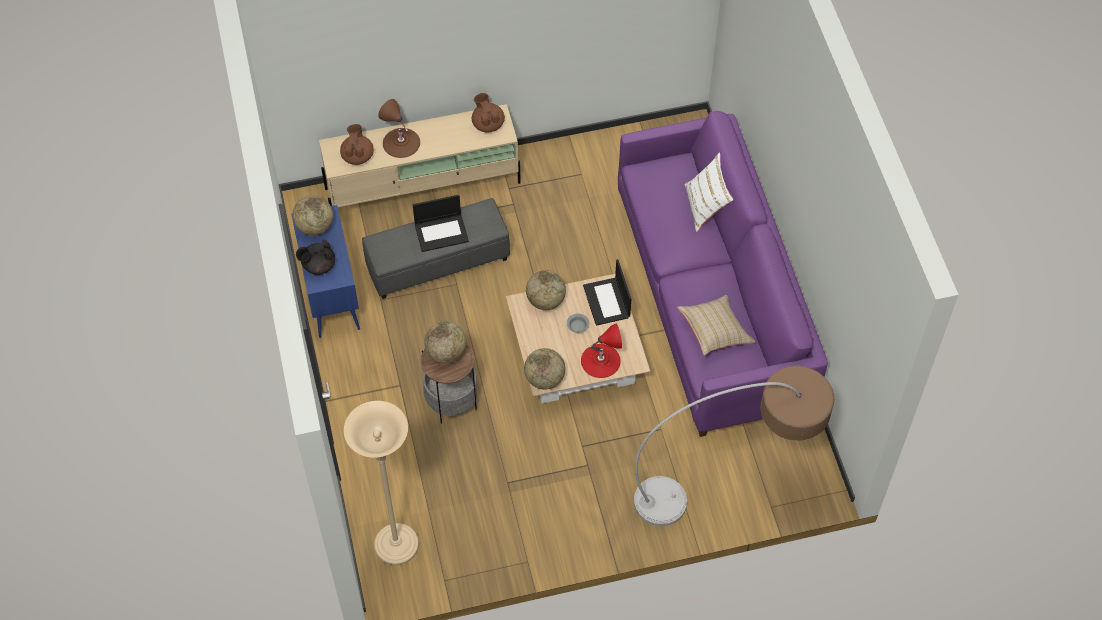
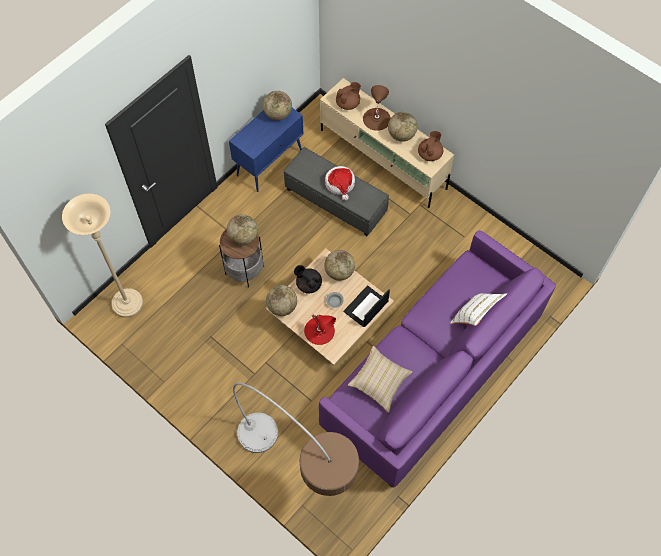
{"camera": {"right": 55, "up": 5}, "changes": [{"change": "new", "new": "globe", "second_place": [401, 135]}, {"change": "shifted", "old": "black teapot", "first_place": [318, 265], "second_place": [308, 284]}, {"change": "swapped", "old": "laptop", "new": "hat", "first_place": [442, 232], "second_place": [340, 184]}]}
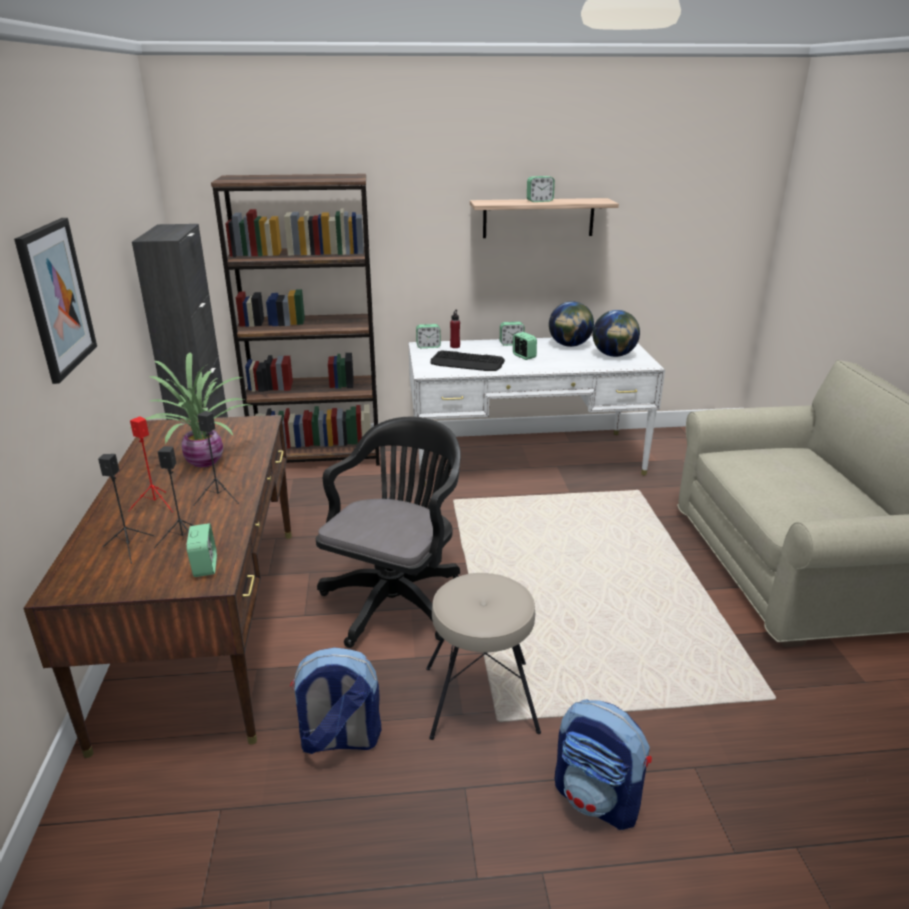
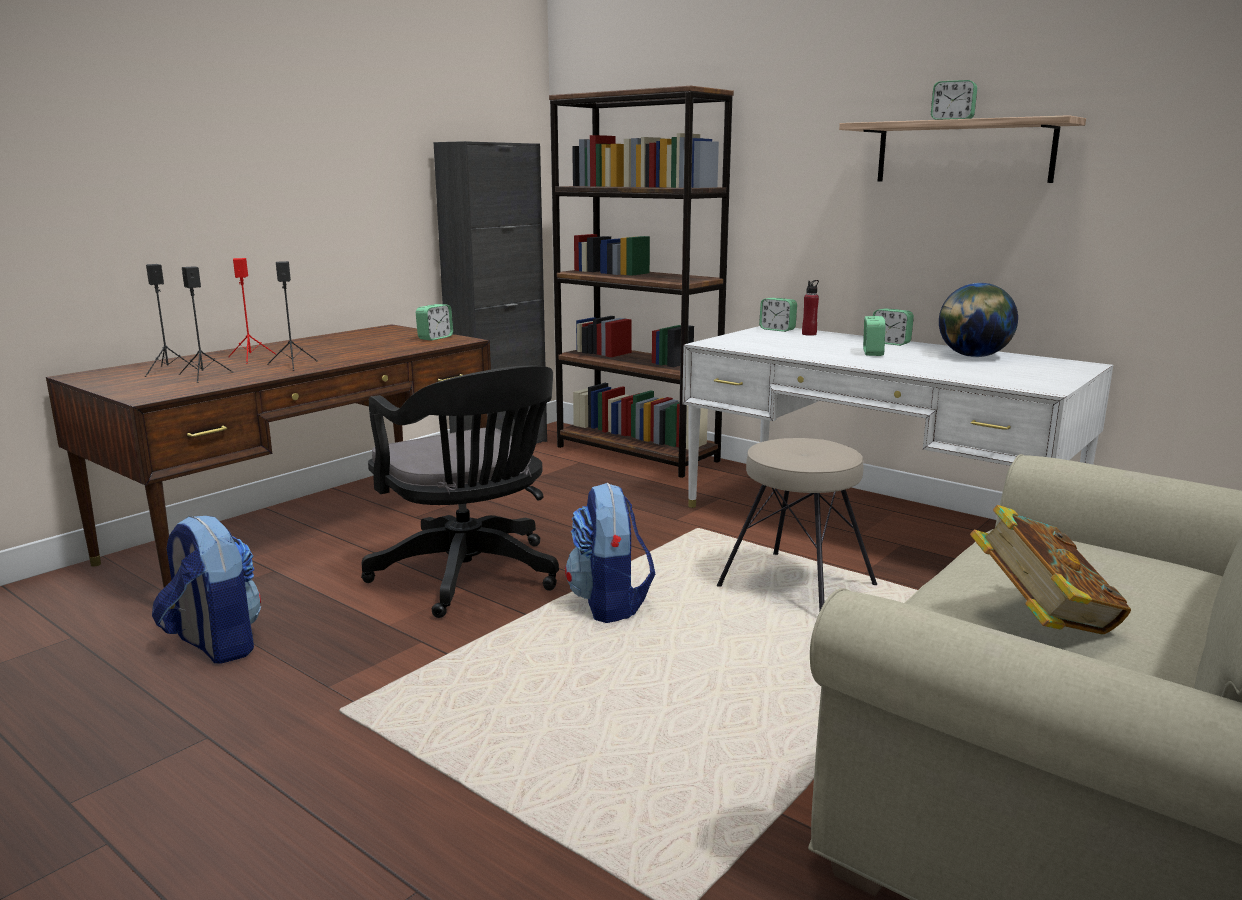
{"camera": {"right": 45, "up": -10}, "changes": [{"change": "gone", "old": "picture", "first_place": [56, 298]}, {"change": "gone", "old": "potted plant", "first_place": [205, 460]}, {"change": "gone", "old": "keyboard", "first_place": [467, 362]}, {"change": "gone", "old": "globe", "first_place": [614, 355]}, {"change": "new", "new": "book", "second_place": [1041, 621]}, {"change": "shifted", "old": "alarm clock", "first_place": [205, 566], "second_place": [435, 338]}, {"change": "shifted", "old": "beige stool", "first_place": [481, 700], "second_place": [796, 587]}, {"change": "shifted", "old": "backpack", "first_place": [598, 799], "second_place": [609, 604]}, {"change": "rotated", "old": "black office chair", "first_place": [396, 599], "second_place": [471, 577], "degrees": 75}]}
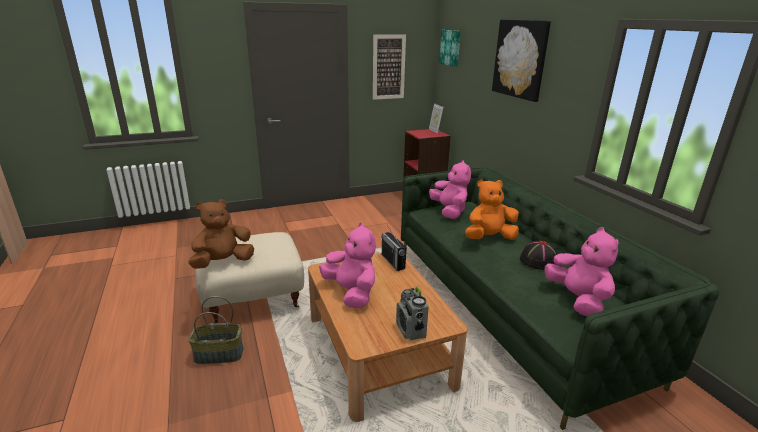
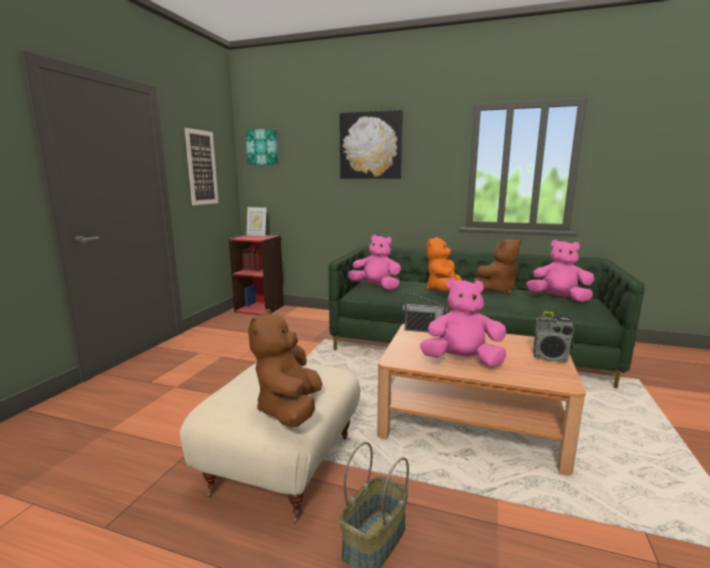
{"camera": {"right": -50, "up": -10}, "changes": [{"change": "swapped", "old": "black hat", "new": "brown plush toy", "first_place": [538, 261], "second_place": [497, 290]}]}
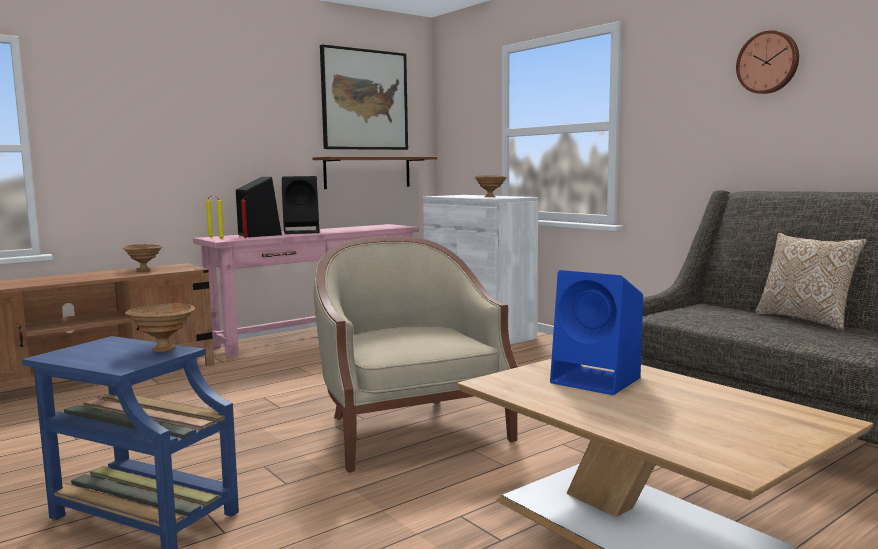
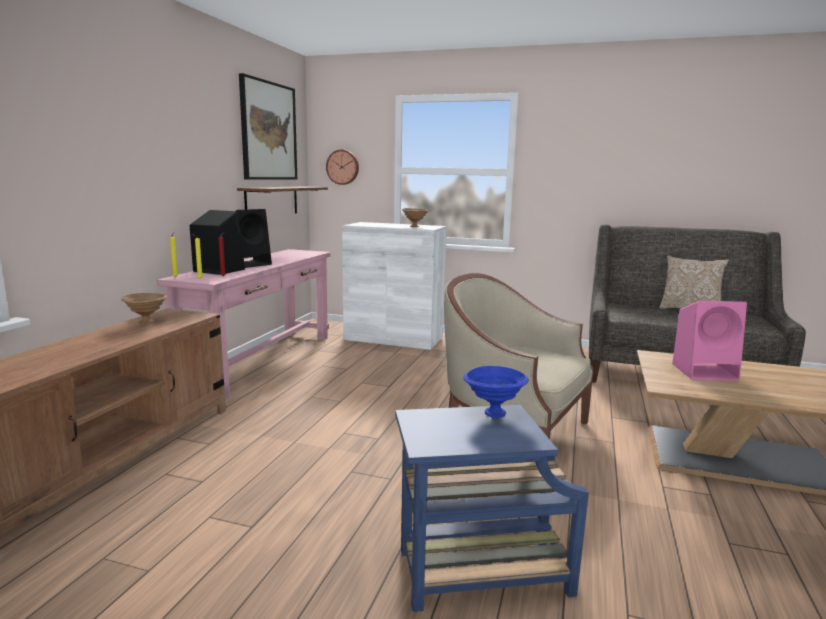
{"camera": {"right": -35, "up": 5}, "changes": [{"change": "shifted", "old": "wall clock", "first_place": [768, 62], "second_place": [343, 167]}, {"change": "repainted", "old": "brown bowl", "new": "blue bowl", "first_place": [162, 349], "second_place": [493, 413]}, {"change": "repainted", "old": "blue speaker", "new": "pink speaker", "first_place": [598, 380], "second_place": [705, 372]}]}
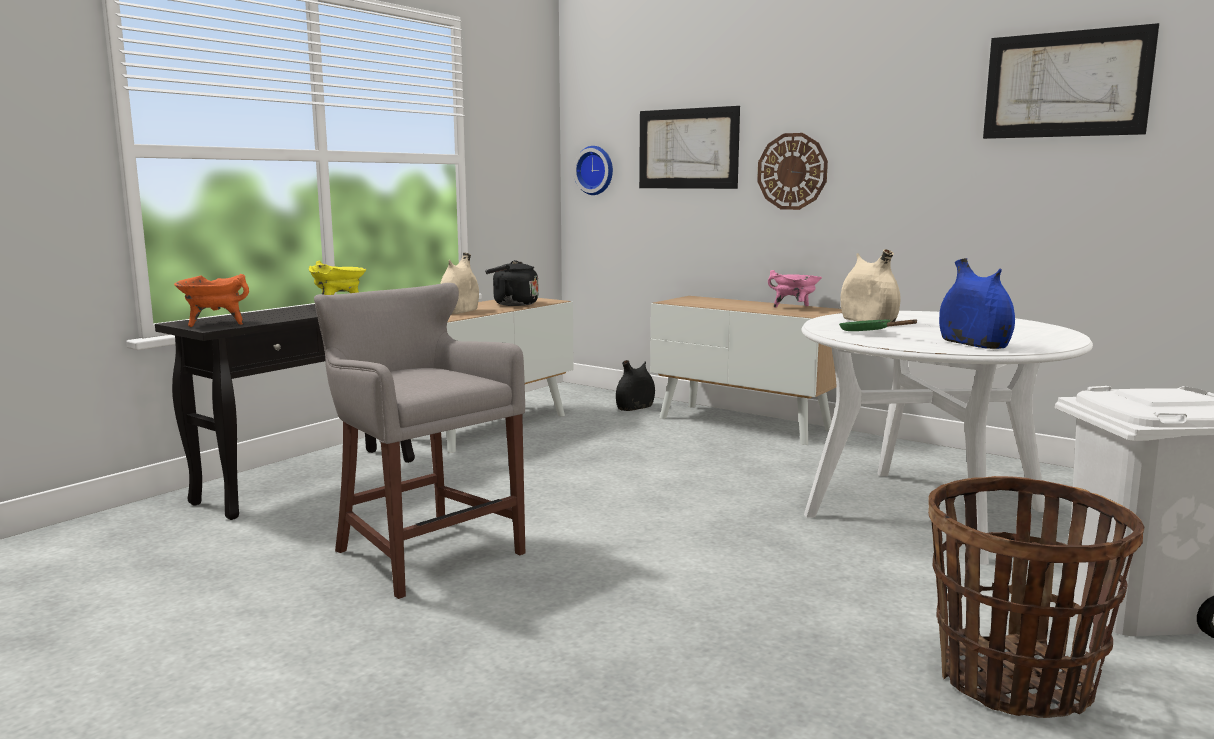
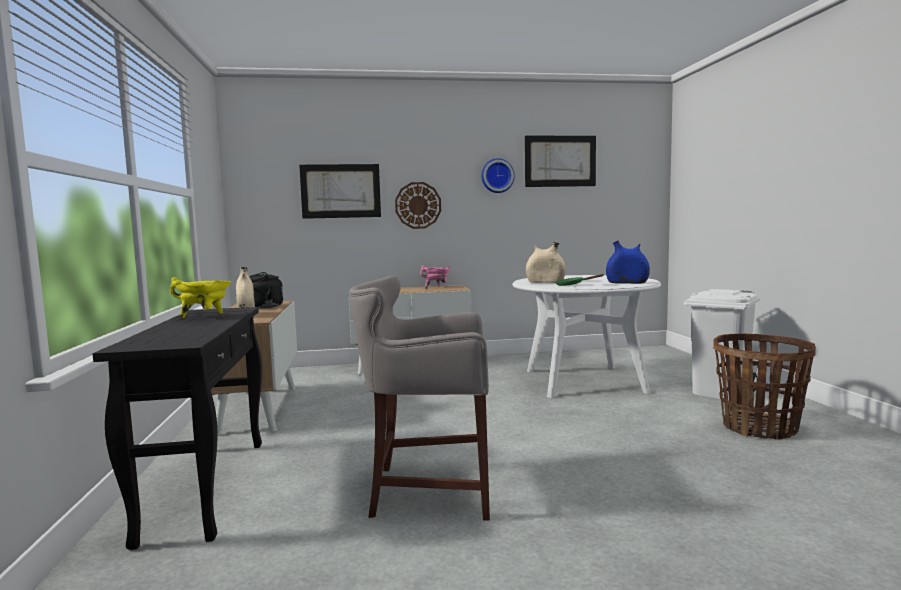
{"camera": {"right": -45, "up": -5}, "changes": [{"change": "gone", "old": "orange cooking pot", "first_place": [215, 324]}, {"change": "gone", "old": "black vase", "first_place": [635, 408]}, {"change": "shifted", "old": "wall clock", "first_place": [595, 170], "second_place": [497, 176]}]}
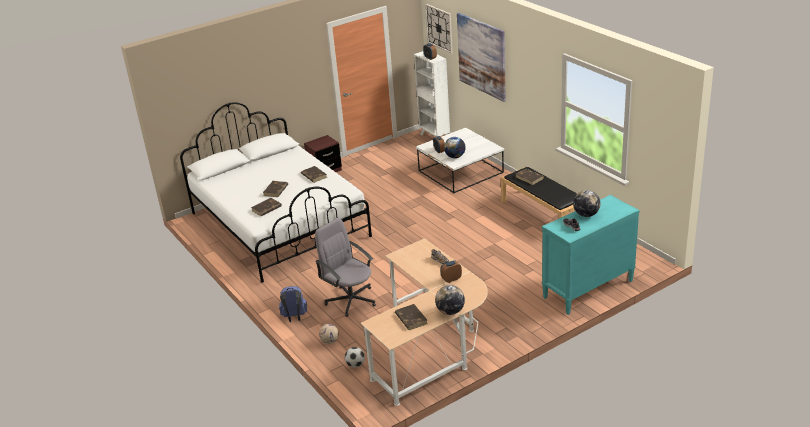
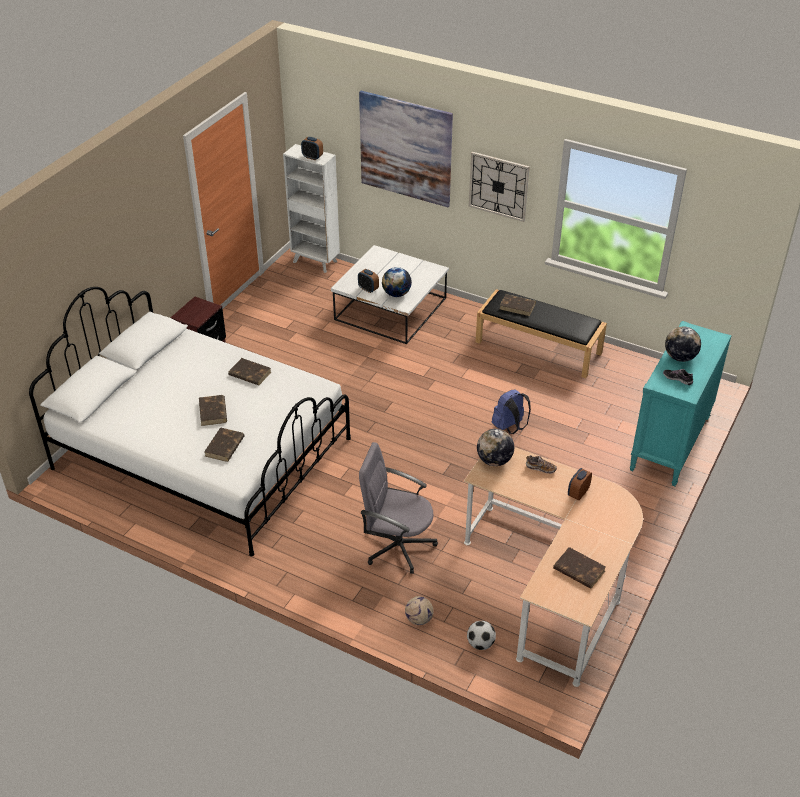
{"camera": {"right": -30, "up": 10}, "changes": [{"change": "shifted", "old": "blue backpack", "first_place": [294, 317], "second_place": [510, 427]}, {"change": "shifted", "old": "wall clock", "first_place": [439, 28], "second_place": [498, 186]}, {"change": "shifted", "old": "globe", "first_place": [450, 311], "second_place": [494, 460]}]}
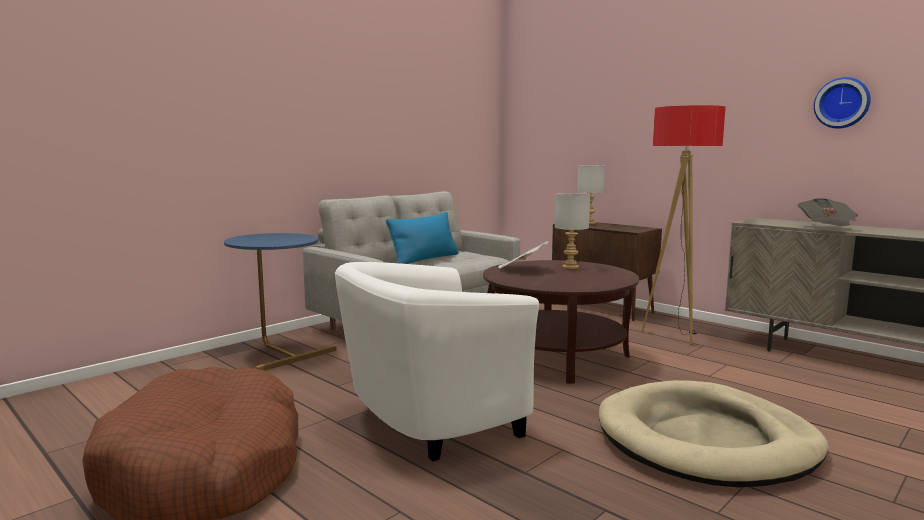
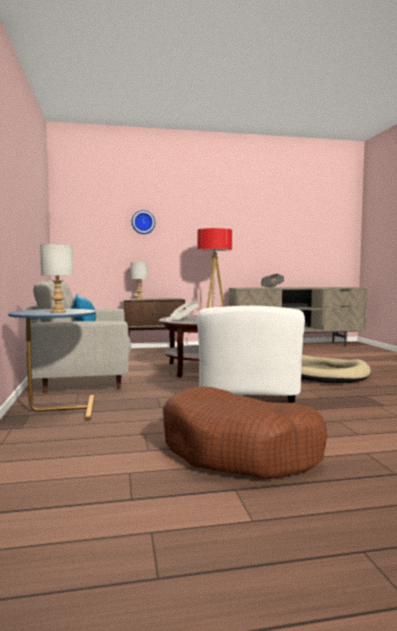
{"camera": {"right": -55, "up": -5}, "changes": [{"change": "shifted", "old": "grey table lamp", "first_place": [570, 267], "second_place": [58, 312]}, {"change": "shifted", "old": "wall clock", "first_place": [842, 103], "second_place": [143, 222]}]}
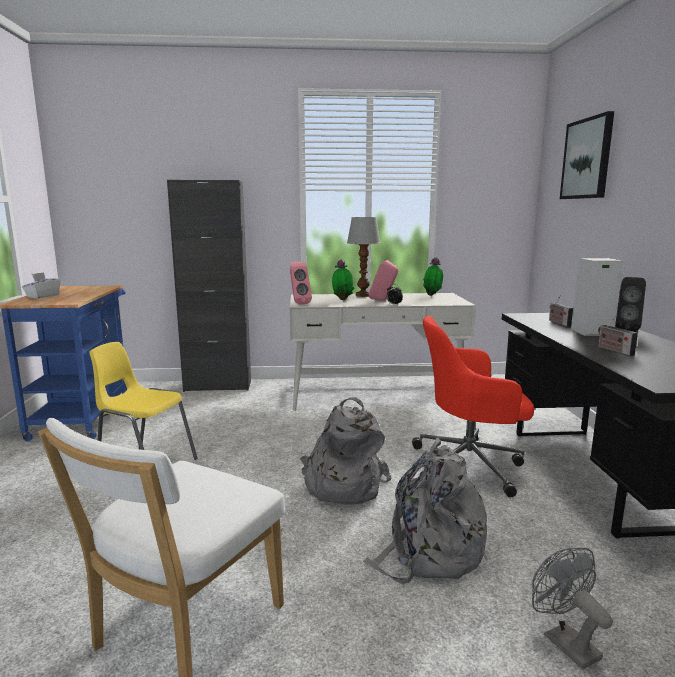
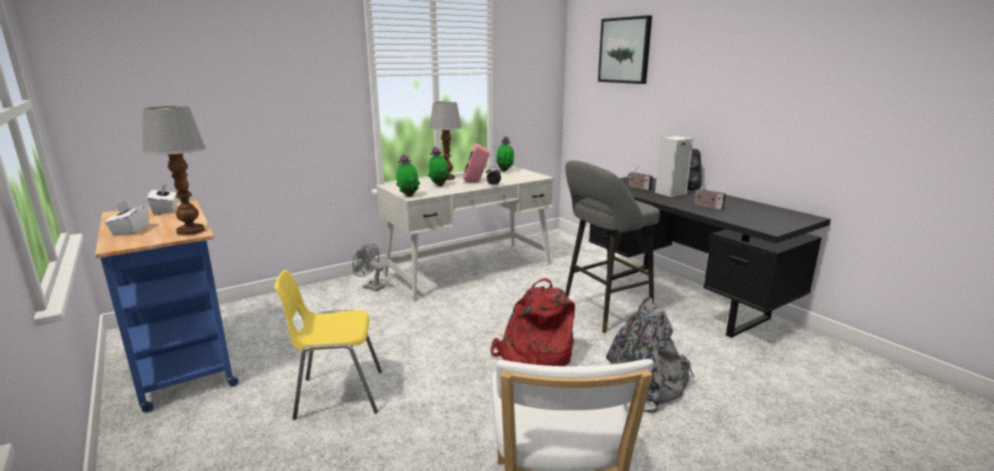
{"camera": {"right": -30, "up": 5}, "changes": [{"change": "gone", "old": "black cabinet", "first_place": [218, 386]}, {"change": "new", "new": "table lamp", "second_place": [191, 231]}, {"change": "new", "new": "white tissue box", "second_place": [166, 210]}, {"change": "shifted", "old": "grey fan", "first_place": [564, 641], "second_place": [371, 287]}, {"change": "swapped", "old": "pink speaker", "new": "potted plant", "first_place": [298, 304], "second_place": [408, 196]}, {"change": "swapped", "old": "red office chair", "new": "grey stool", "first_place": [469, 465], "second_place": [602, 312]}, {"change": "repainted", "old": "grey backpack", "new": "red backpack", "first_place": [342, 485], "second_place": [533, 355]}]}
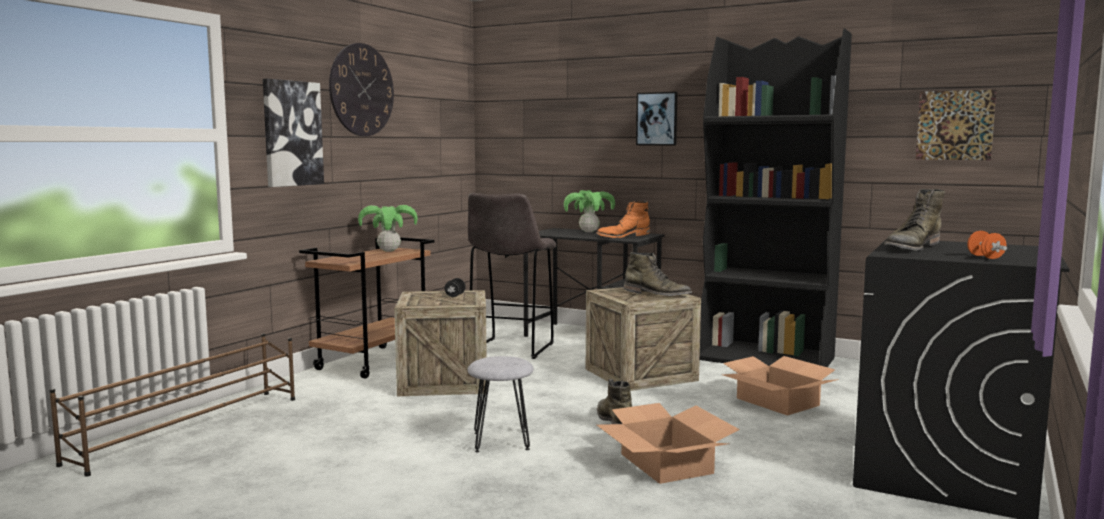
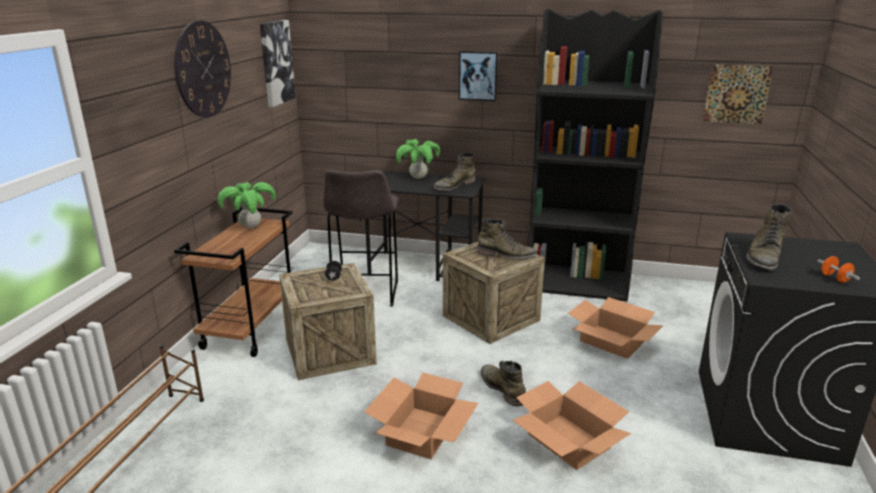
{"camera": {"right": -15, "up": 15}, "changes": [{"change": "shifted", "old": "picture", "first_place": [292, 133], "second_place": [276, 62]}, {"change": "swapped", "old": "grey stool", "new": "cardboard box", "first_place": [501, 441], "second_place": [422, 432]}, {"change": "repainted", "old": "orange boot", "new": "green boot", "first_place": [622, 236], "second_place": [454, 186]}]}
